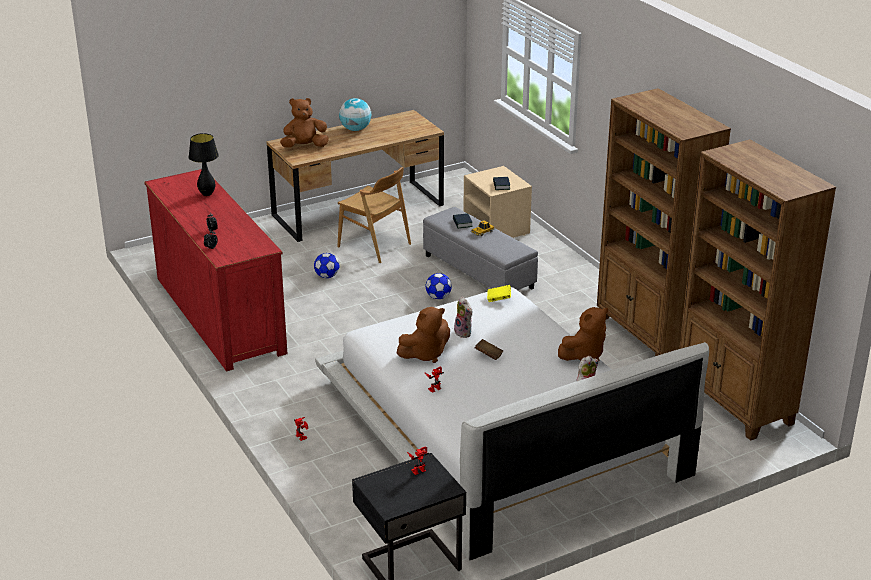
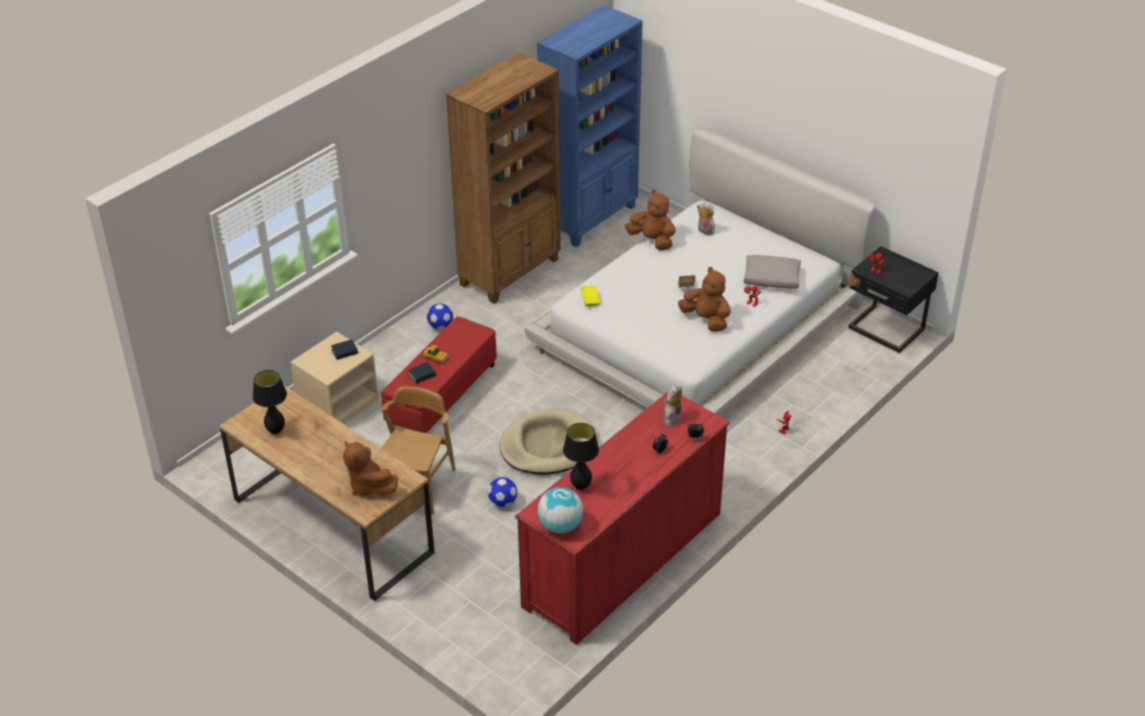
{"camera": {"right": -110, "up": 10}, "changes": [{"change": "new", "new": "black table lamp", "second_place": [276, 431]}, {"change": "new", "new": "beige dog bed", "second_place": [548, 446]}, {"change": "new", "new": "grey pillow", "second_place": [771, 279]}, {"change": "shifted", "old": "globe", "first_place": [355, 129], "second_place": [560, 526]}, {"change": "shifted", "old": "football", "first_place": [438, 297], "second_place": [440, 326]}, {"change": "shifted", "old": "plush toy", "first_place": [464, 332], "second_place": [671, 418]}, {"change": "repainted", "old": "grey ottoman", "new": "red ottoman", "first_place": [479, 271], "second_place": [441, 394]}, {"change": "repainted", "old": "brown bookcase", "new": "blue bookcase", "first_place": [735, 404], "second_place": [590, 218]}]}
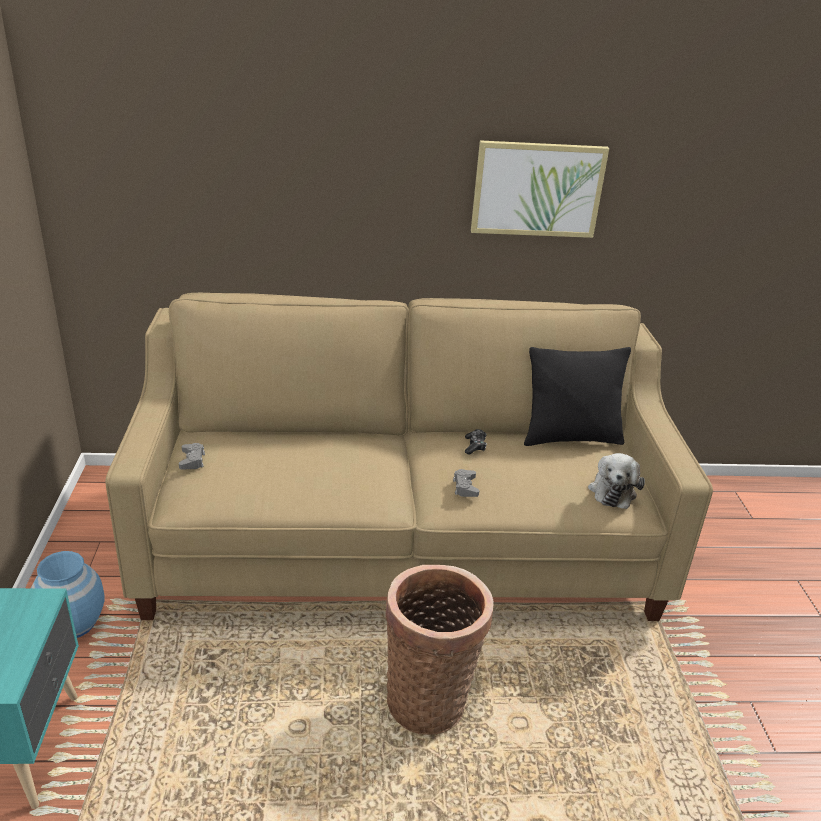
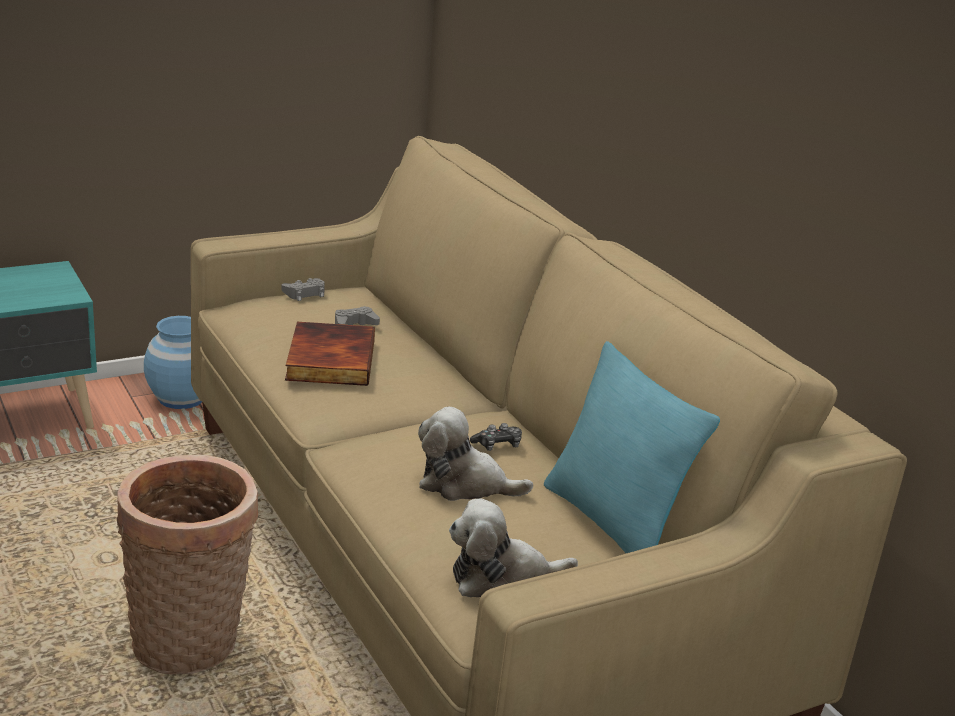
{"camera": {"right": 65, "up": -5}, "changes": [{"change": "gone", "old": "picture", "first_place": [537, 189]}, {"change": "new", "new": "book", "second_place": [328, 359]}, {"change": "new", "new": "plush toy", "second_place": [464, 484]}, {"change": "shifted", "old": "grey game controller", "first_place": [465, 487], "second_place": [354, 324]}, {"change": "repainted", "old": "black pillow", "new": "turquoise pillow", "first_place": [570, 437], "second_place": [612, 523]}]}
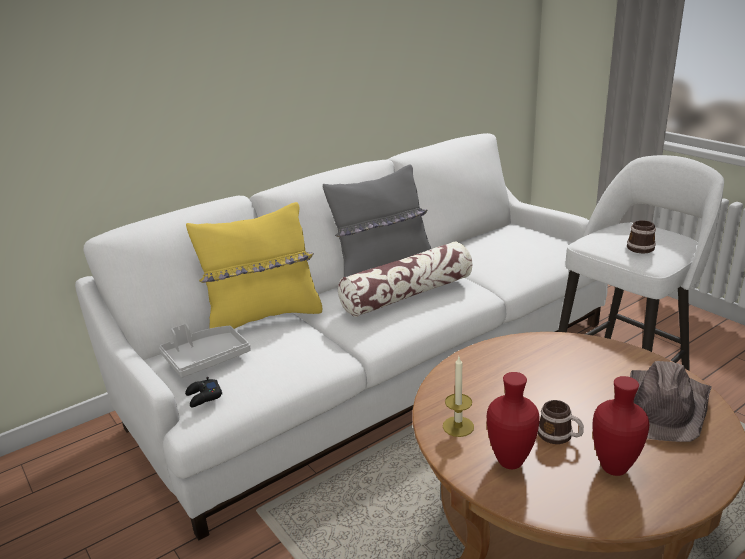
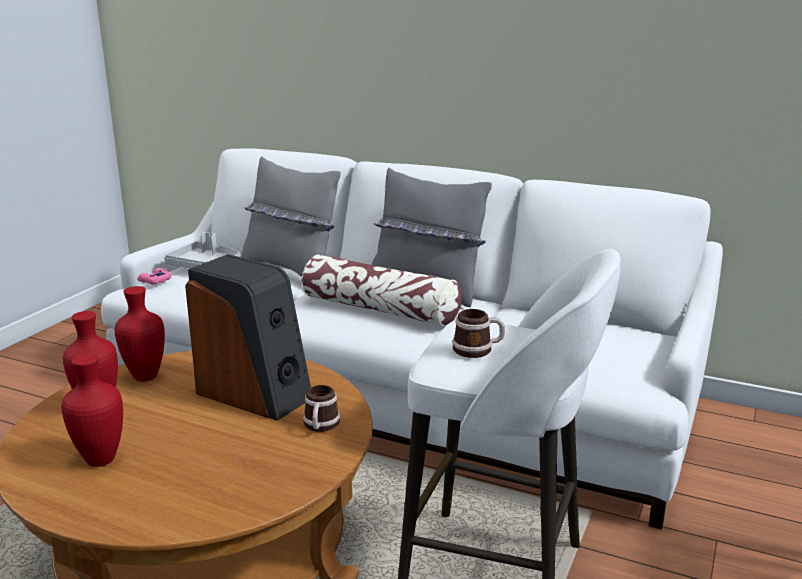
{"camera": {"right": 60, "up": -5}, "changes": [{"change": "gone", "old": "brown hat", "first_place": [666, 407]}, {"change": "new", "new": "speaker", "second_place": [255, 394]}, {"change": "shifted", "old": "mug", "first_place": [559, 436], "second_place": [320, 426]}, {"change": "swapped", "old": "candle", "new": "red vase", "first_place": [458, 426], "second_place": [146, 376]}, {"change": "repainted", "old": "black game controller", "new": "pink game controller", "first_place": [203, 397], "second_place": [154, 280]}, {"change": "repainted", "old": "yellow pillow", "new": "grey pillow", "first_place": [263, 318], "second_place": [291, 270]}]}
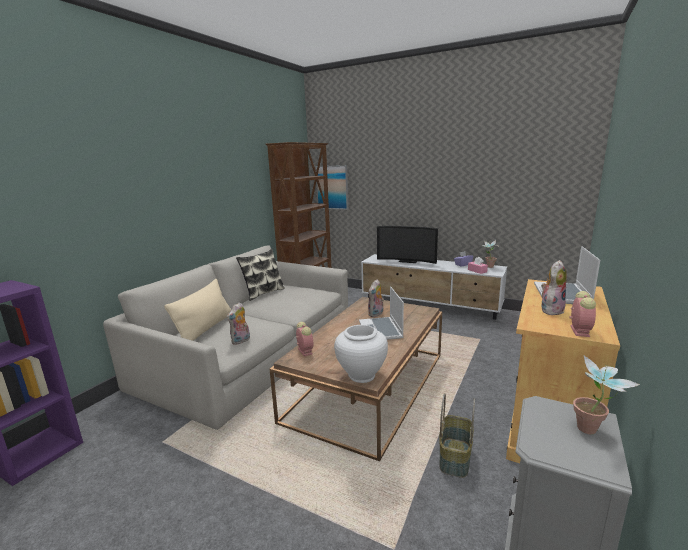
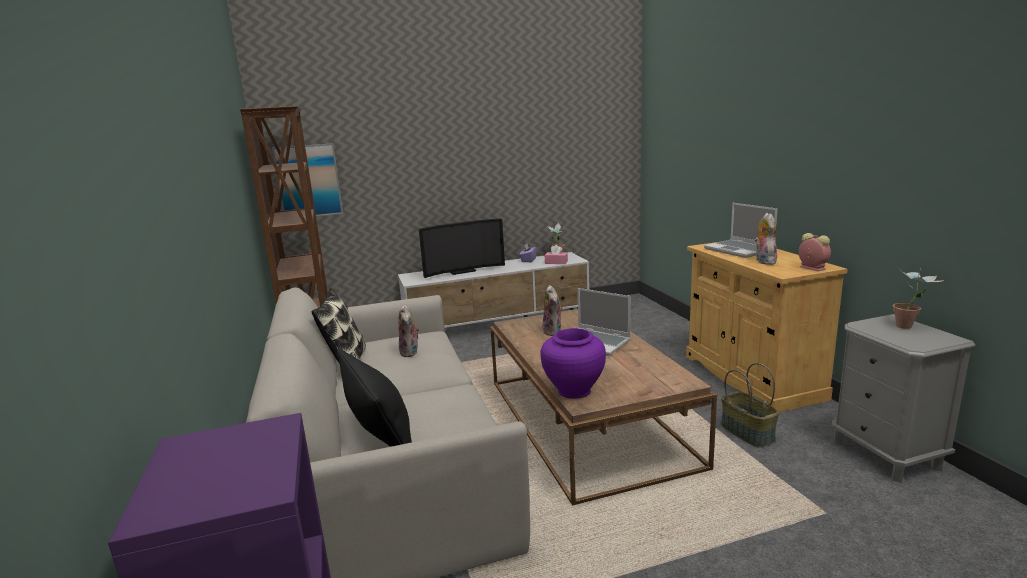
{"camera": {"right": -45, "up": 0}, "changes": [{"change": "gone", "old": "white vase", "first_place": [361, 375]}, {"change": "shifted", "old": "plush toy", "first_place": [241, 341], "second_place": [410, 352]}, {"change": "swapped", "old": "alarm clock", "new": "purple vase", "first_place": [304, 351], "second_place": [573, 391]}, {"change": "repainted", "old": "beige pillow", "new": "black pillow", "first_place": [205, 328], "second_place": [379, 432]}]}
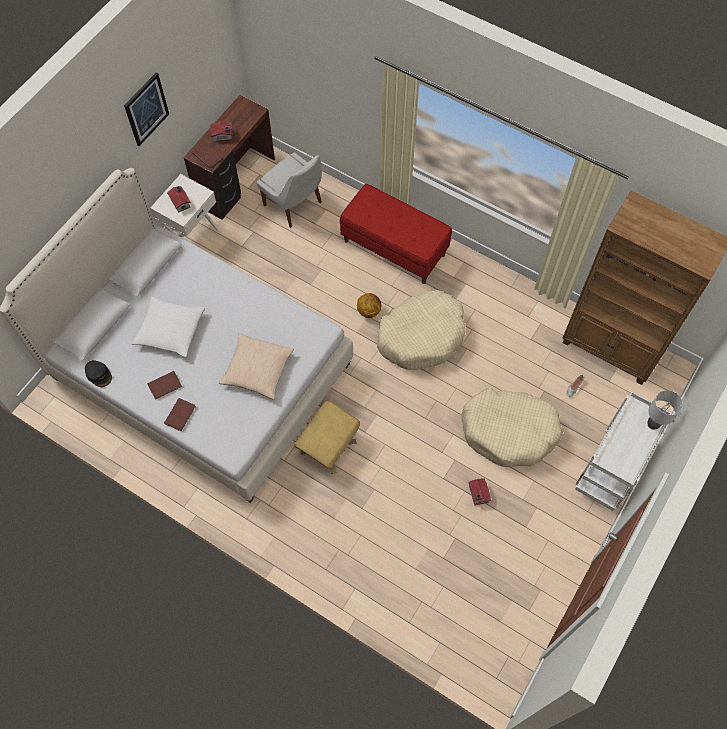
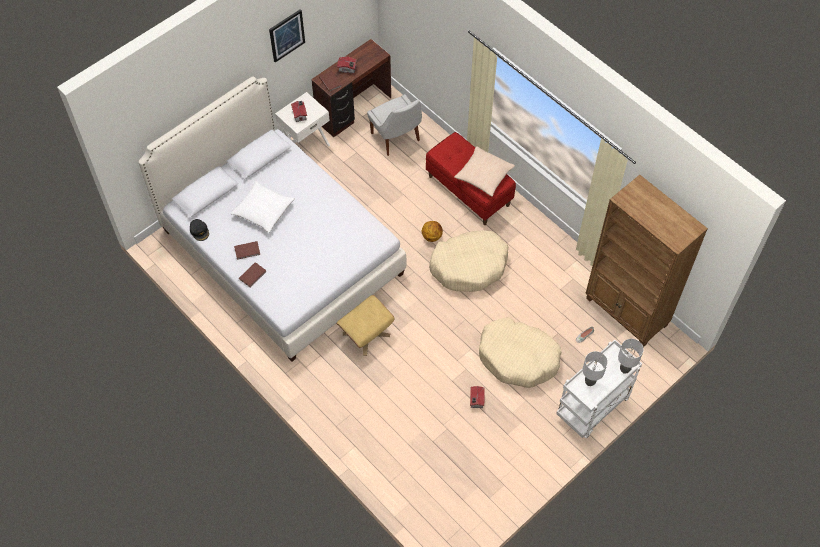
{"camera": {"right": 15, "up": -5}, "changes": [{"change": "new", "new": "grey table lamp", "second_place": [589, 381]}, {"change": "shifted", "old": "beige pillow", "first_place": [257, 370], "second_place": [483, 175]}]}
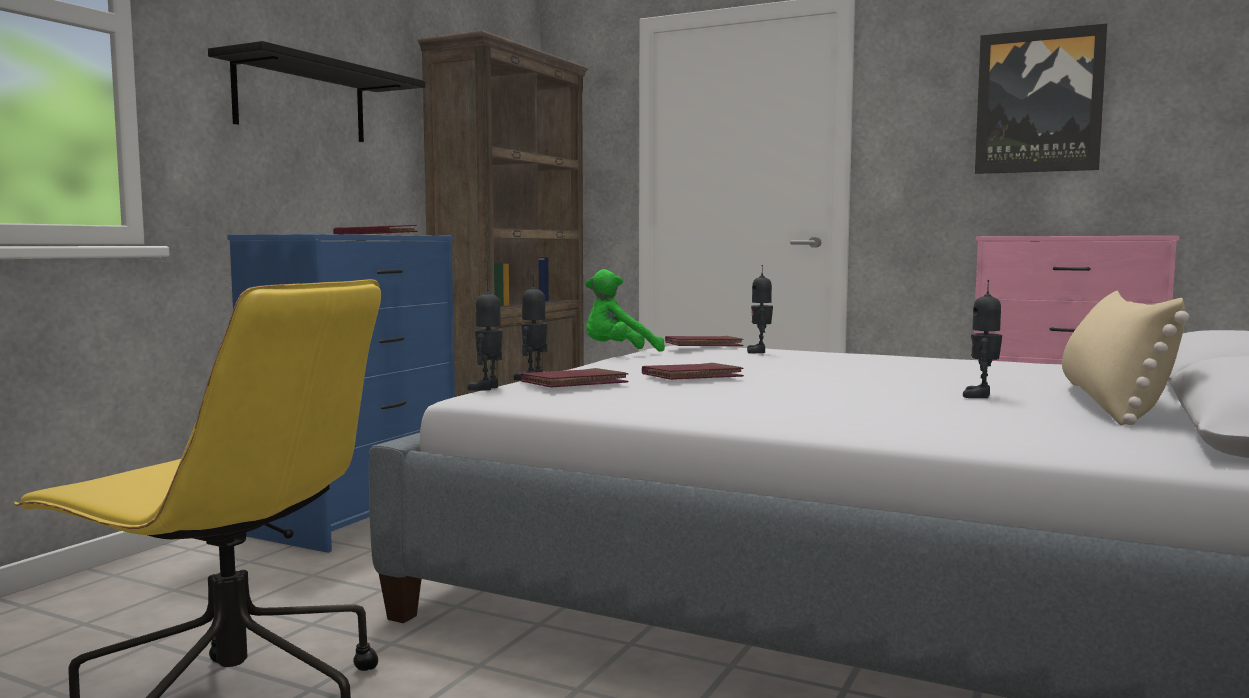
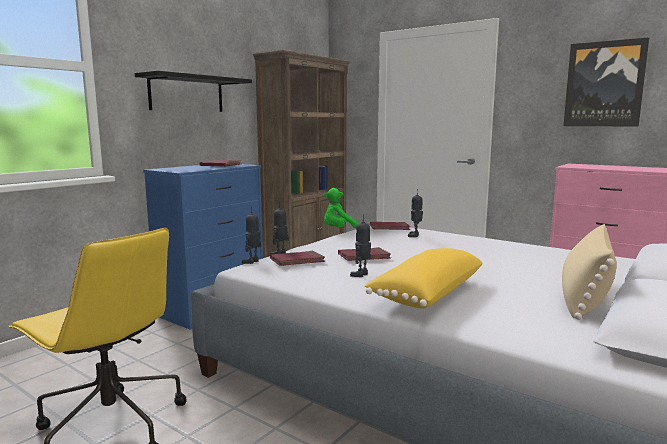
{"camera": {"right": 10, "up": 5}, "changes": [{"change": "new", "new": "yellow pillow", "second_place": [425, 293]}, {"change": "shifted", "old": "toy robot", "first_place": [981, 396], "second_place": [361, 275]}]}
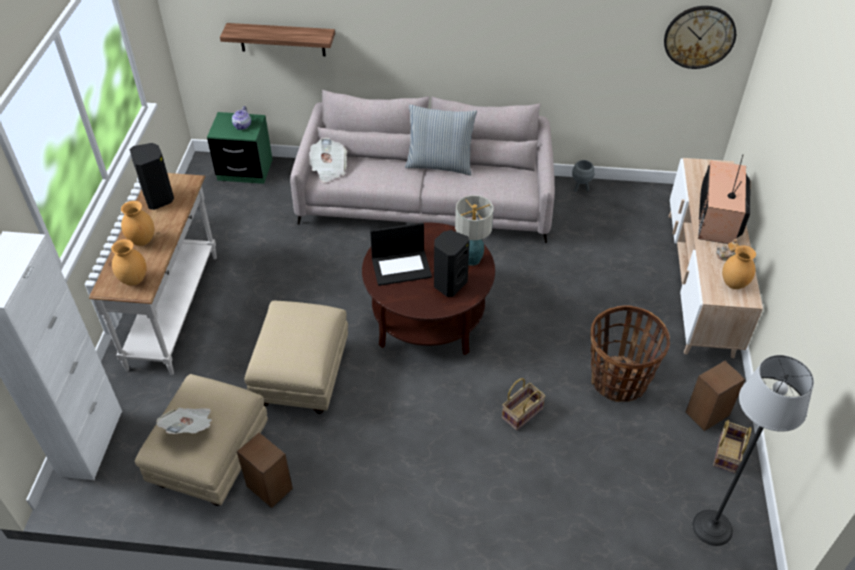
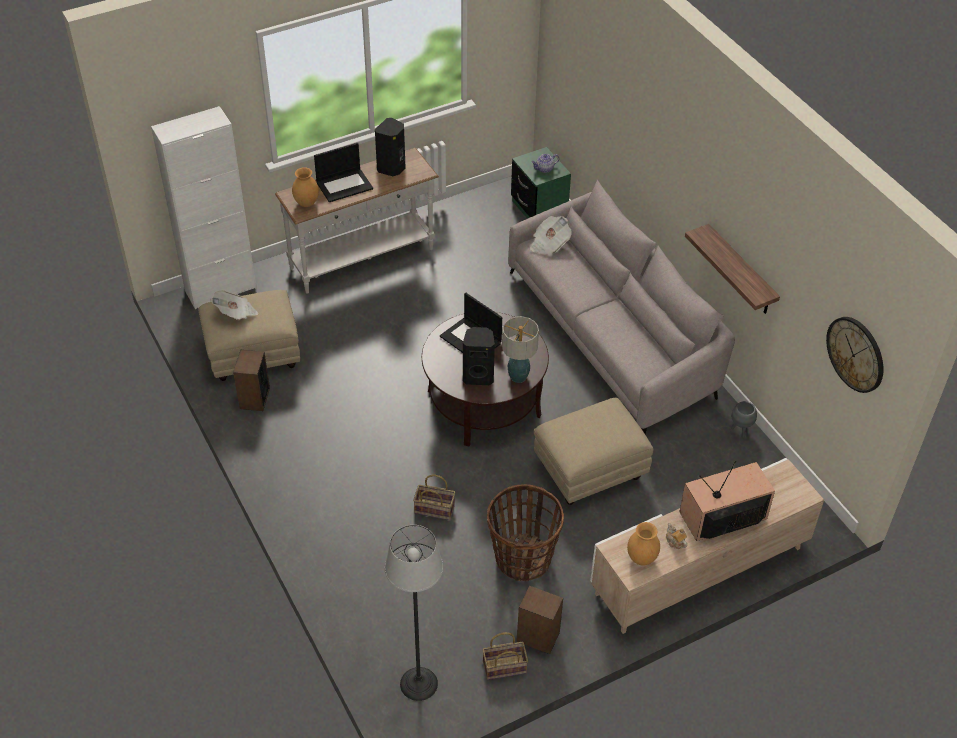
{"camera": {"right": 55, "up": 0}, "changes": [{"change": "gone", "old": "pillow", "first_place": [440, 164]}, {"change": "shifted", "old": "shelf", "first_place": [282, 39], "second_place": [740, 271]}, {"change": "shifted", "old": "beige ottoman", "first_place": [302, 378], "second_place": [589, 472]}, {"change": "swapped", "old": "brown vase", "new": "laptop", "first_place": [142, 241], "second_place": [345, 185]}]}
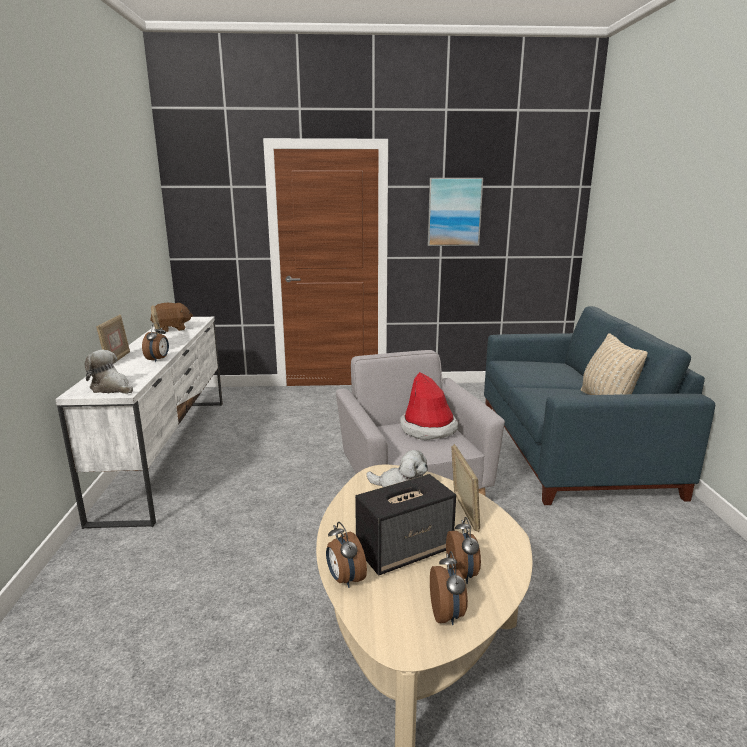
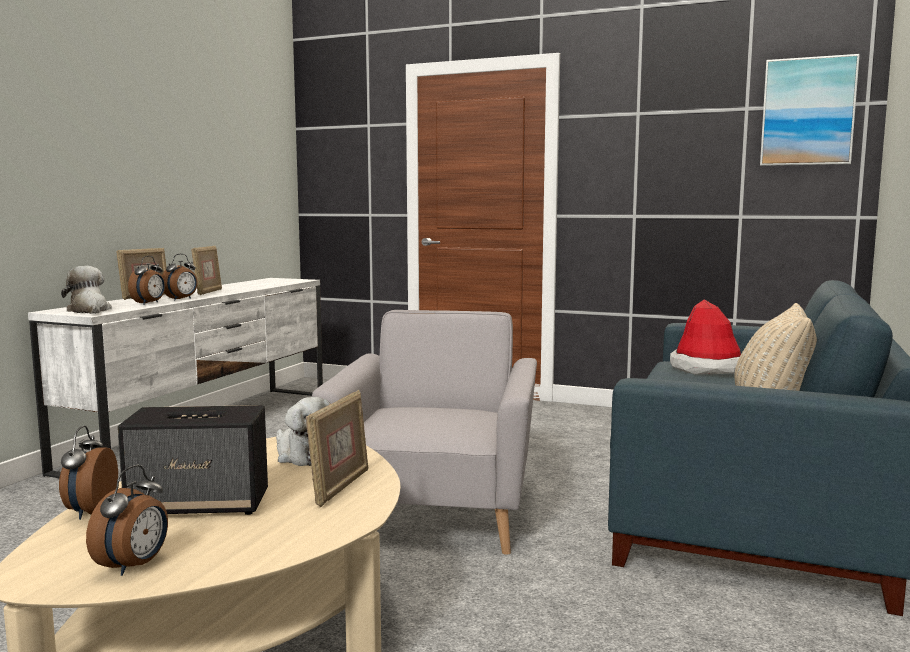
{"camera": {"right": 25, "up": -10}, "changes": [{"change": "gone", "old": "brown plush toy", "first_place": [172, 329]}, {"change": "shifted", "old": "hat", "first_place": [428, 428], "second_place": [707, 368]}, {"change": "shifted", "old": "picture", "first_place": [454, 212], "second_place": [807, 112]}, {"change": "shifted", "old": "alarm clock", "first_place": [462, 575], "second_place": [149, 303]}]}
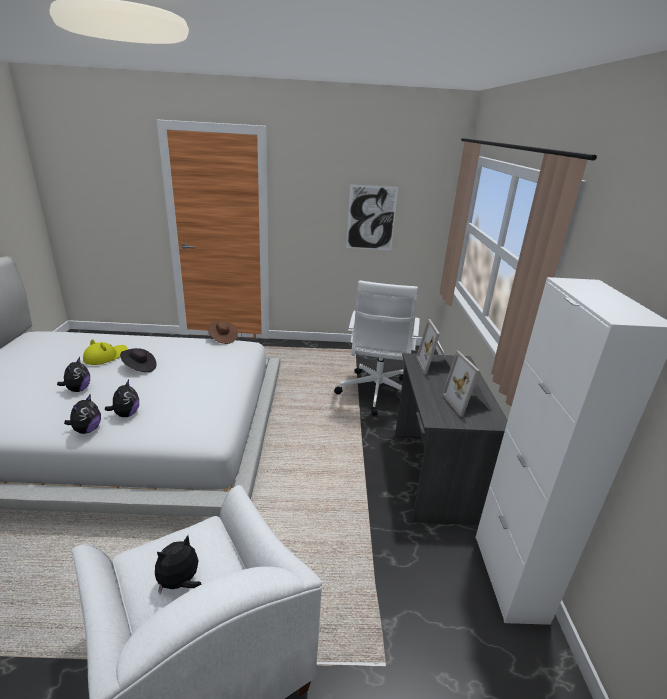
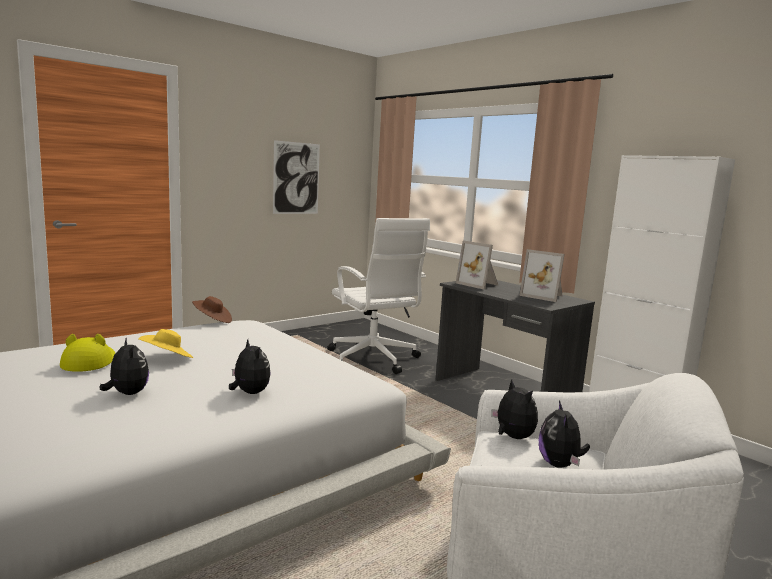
{"camera": {"right": -40, "up": -15}, "changes": [{"change": "shifted", "old": "plush toy", "first_place": [87, 430], "second_place": [512, 437]}, {"change": "repainted", "old": "black hat", "new": "yellow hat", "first_place": [139, 367], "second_place": [167, 359]}]}
